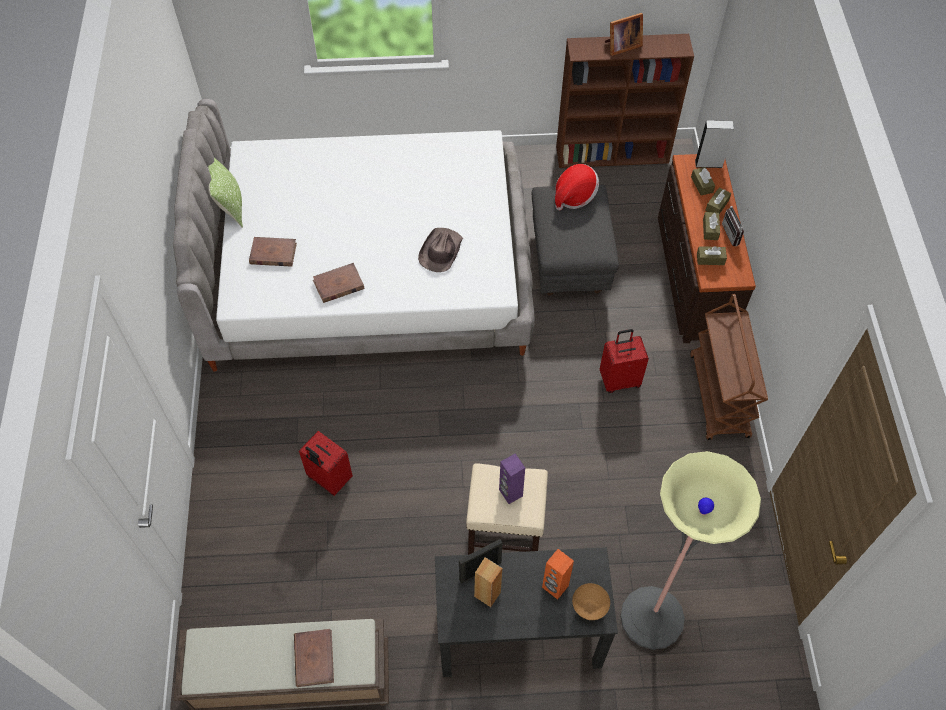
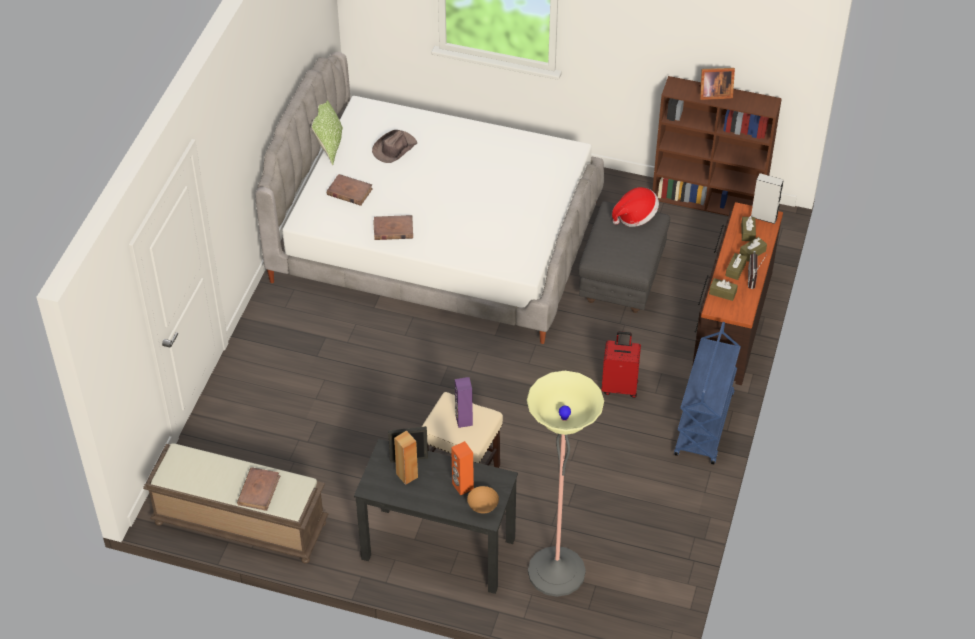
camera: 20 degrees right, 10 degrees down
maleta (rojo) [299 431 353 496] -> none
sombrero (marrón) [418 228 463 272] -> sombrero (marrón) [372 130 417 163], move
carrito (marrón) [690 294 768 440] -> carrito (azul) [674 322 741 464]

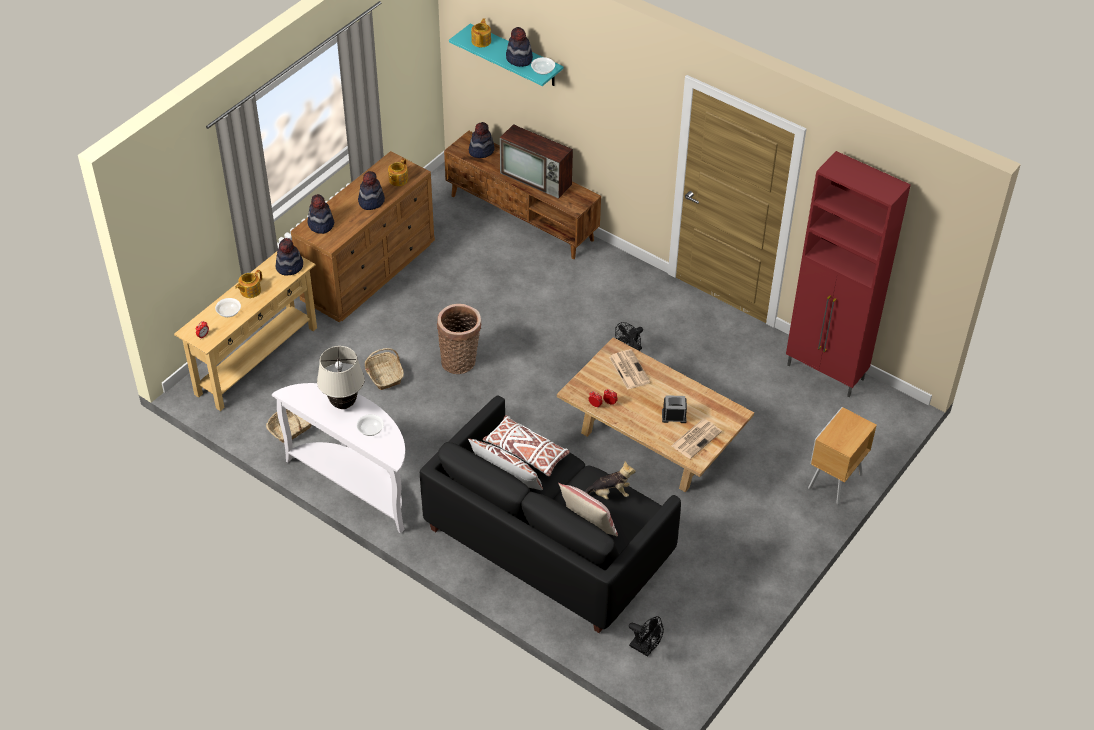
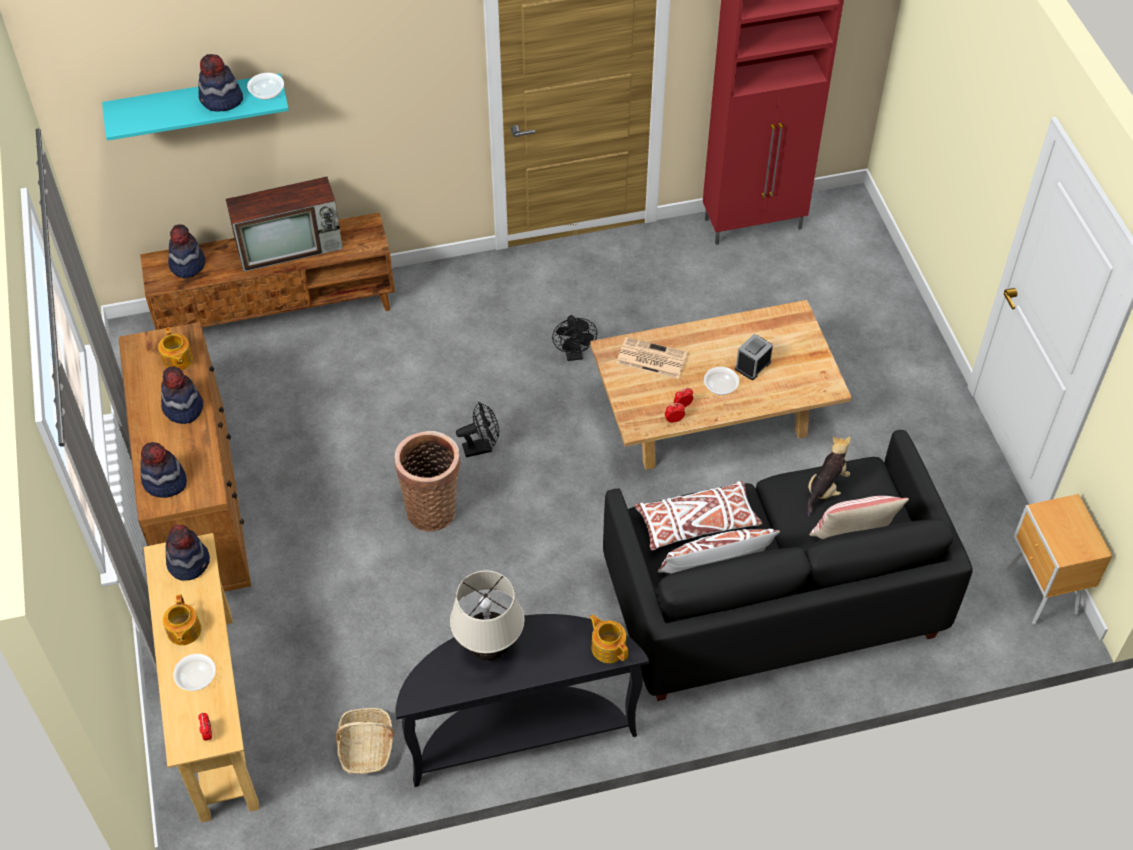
camera: 50 degrees left, 5 degrees up
mesa consola (blanco) [272 383 405 534] -> mesa consola (negro) [395 614 649 787]
cuenco [357 414 384 436] -> cuenco [704 367 739 395], move
cesta [365 348 404 390] -> none
tetera [471 18 491 47] -> tetera [590 615 628 663], move
ventilador (negro) [629 616 664 657] -> ventilador (negro) [456 402 499 457], move
periódico [671 419 722 459] -> none
mesita de noche (marrón) [808 407 877 505] -> mesita de noche (marrón) [1006 494 1112 624], move

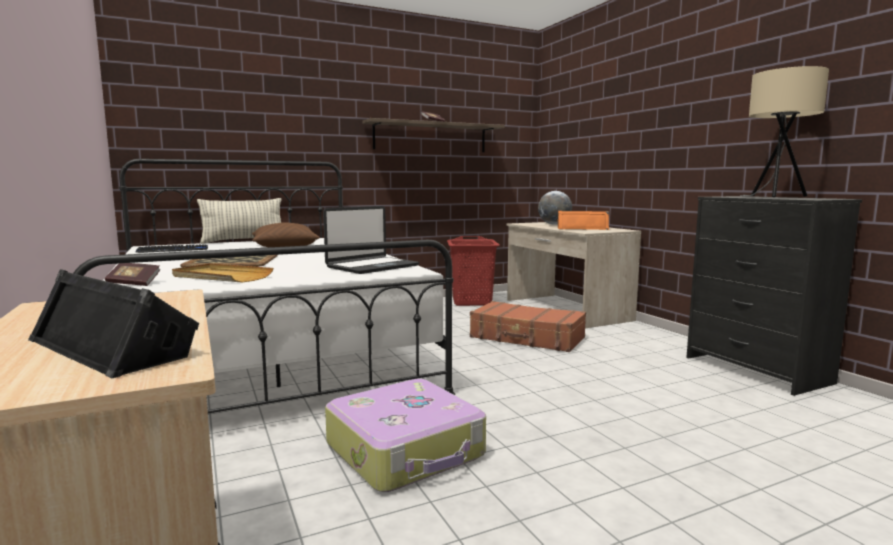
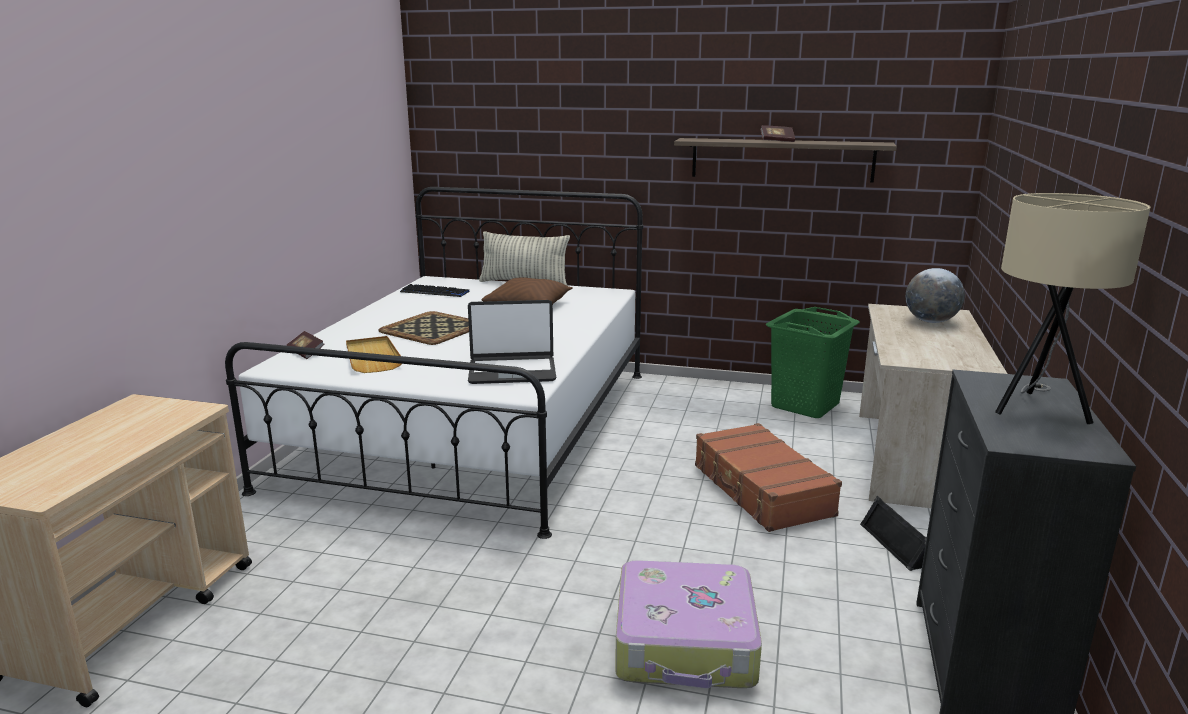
camera: 40 degrees right, 10 degrees up
altavoz (negro) [28 269 199 378] -> altavoz (negro) [860 496 927 571], move
maleta [325 379 486 492] -> maleta [615 560 762 688], move
cesto de la ropa (rojo) [447 236 500 306] -> cesto de la ropa (verde) [766 307 860 418]
altavoz (naranja) [558 211 609 230] -> none

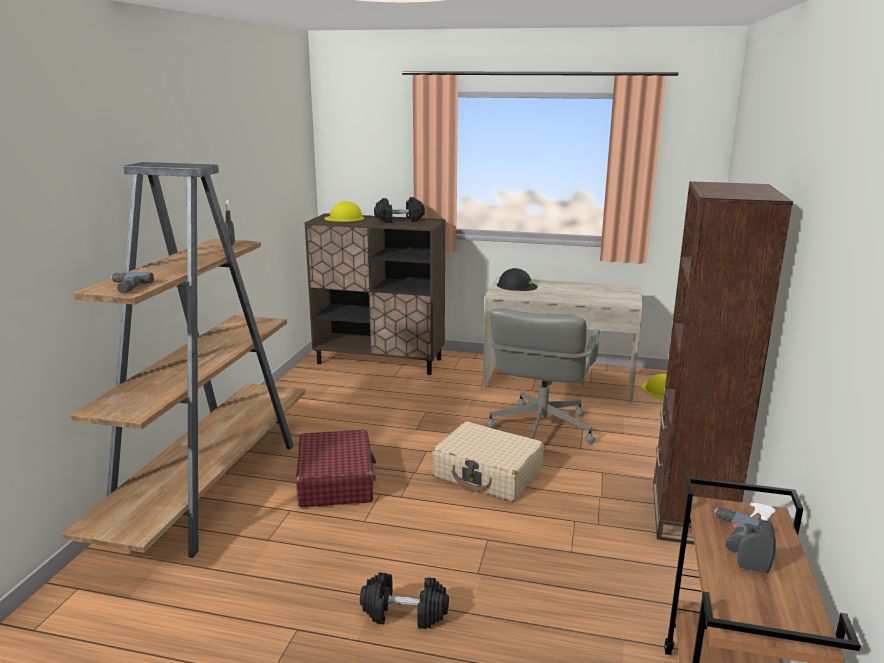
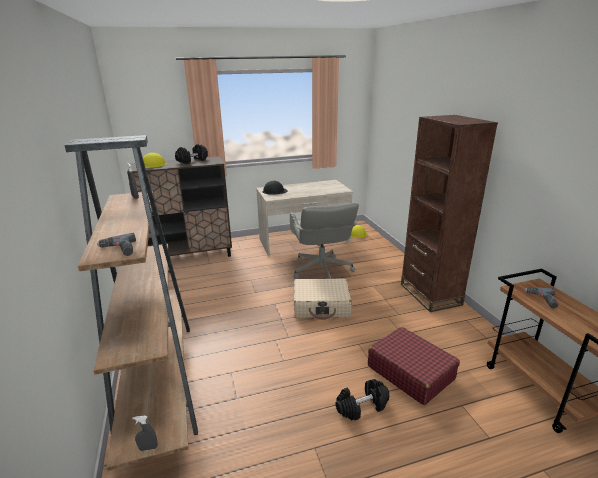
camera: 30 degrees left, 5 degrees up
maleta (rojo) [296 429 376 507] -> maleta (rojo) [368 327 460 405], move
pulverizador (gris) [737 503 776 573] -> pulverizador (gris) [132 416 157 451], move

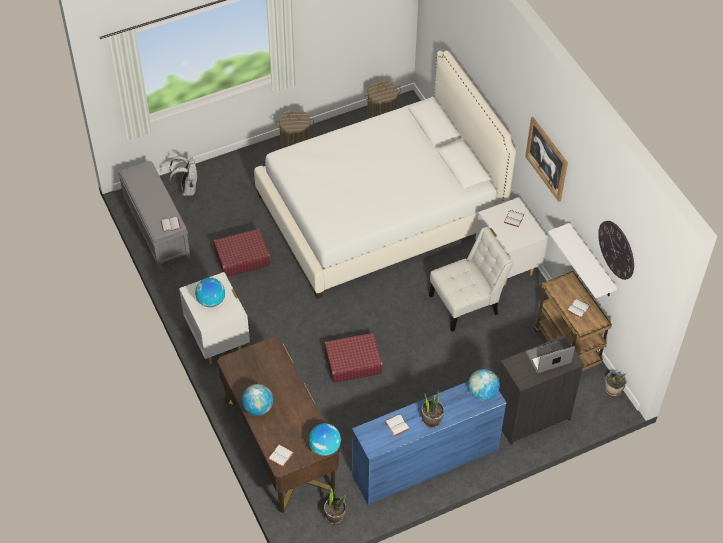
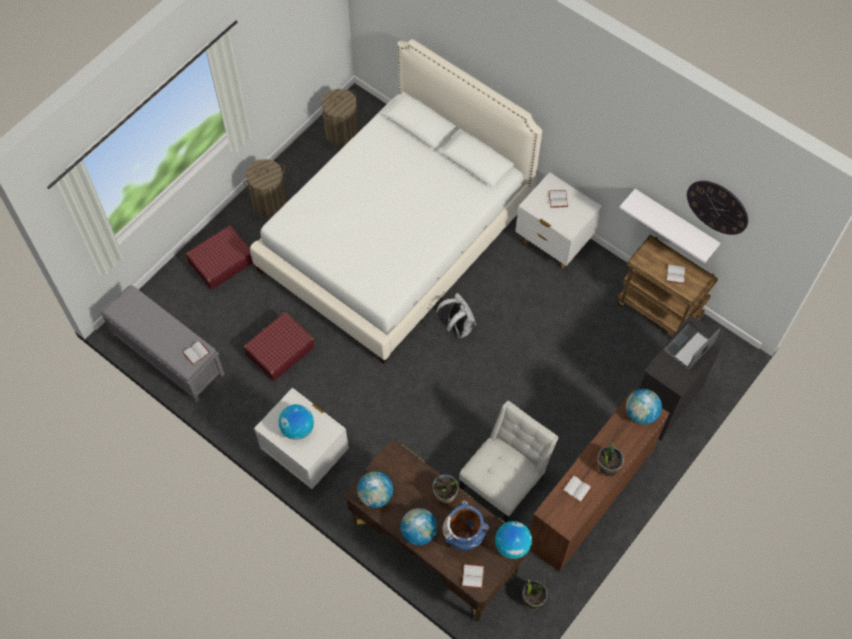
camera: 25 degrees left, 10 degrees up
mochila (blanco) [169 156 198 196] -> mochila (blanco) [435 293 476 338], move
maleta (rojo) [324 333 383 383] -> maleta (rojo) [186 225 253 290], move
cómoda (azul) [352 382 507 506] -> cómoda (marrón) [530 389 669 572]
silla (blanco) [429 227 513 332] -> silla (blanco) [459 401 559 522], move
cuadro [525 117 568 202] -> none
planta en maceta [605 371 627 396] -> planta en maceta [433 475 458 503], move
none -> globo terráqueo [357 471 393 508]
none -> florero (azul) [443 500 490 551]

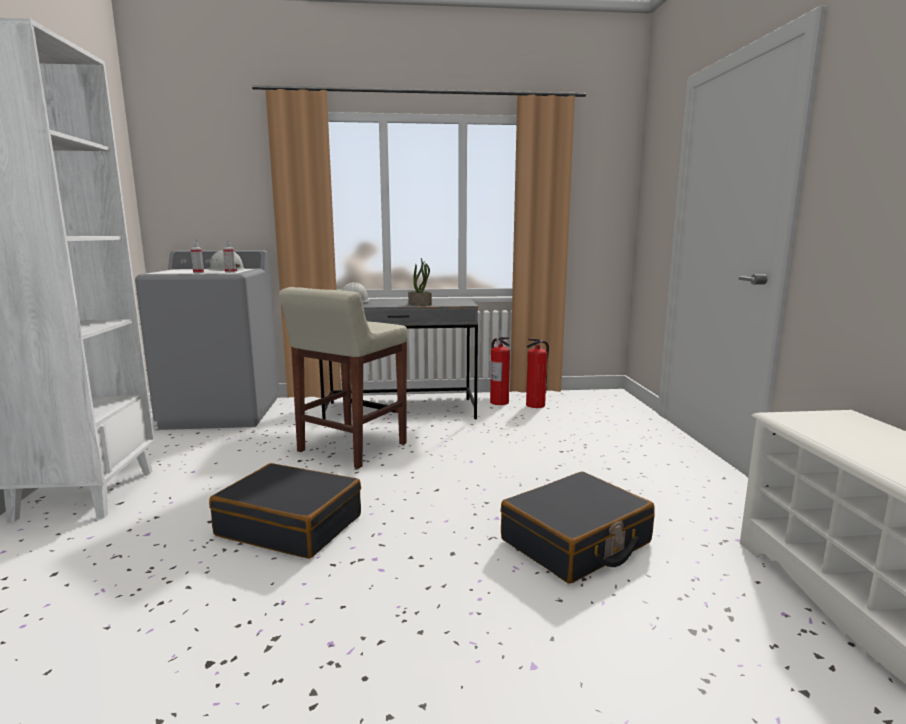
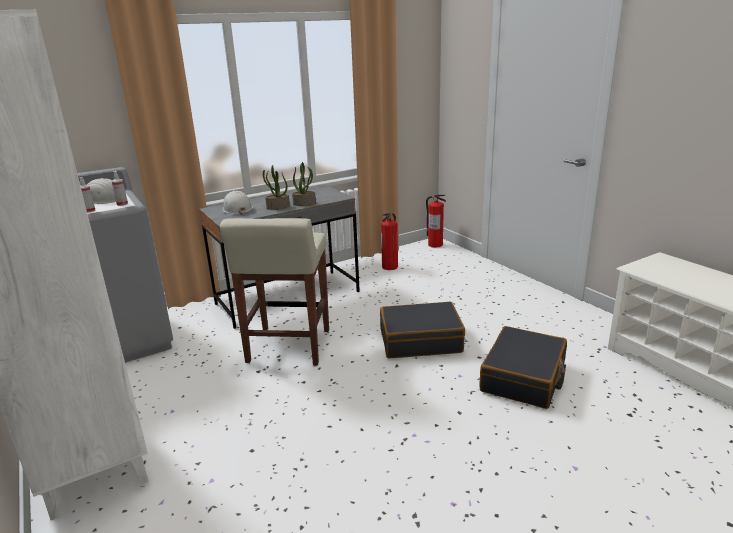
camera: 25 degrees left, 10 degrees up
maleta (negro) [209 463 361 559] -> maleta (negro) [380 302 465 358], move
extintor [490 337 510 405] -> extintor [426 195 446 248], move
none -> planta en maceta [263 165 290 210]

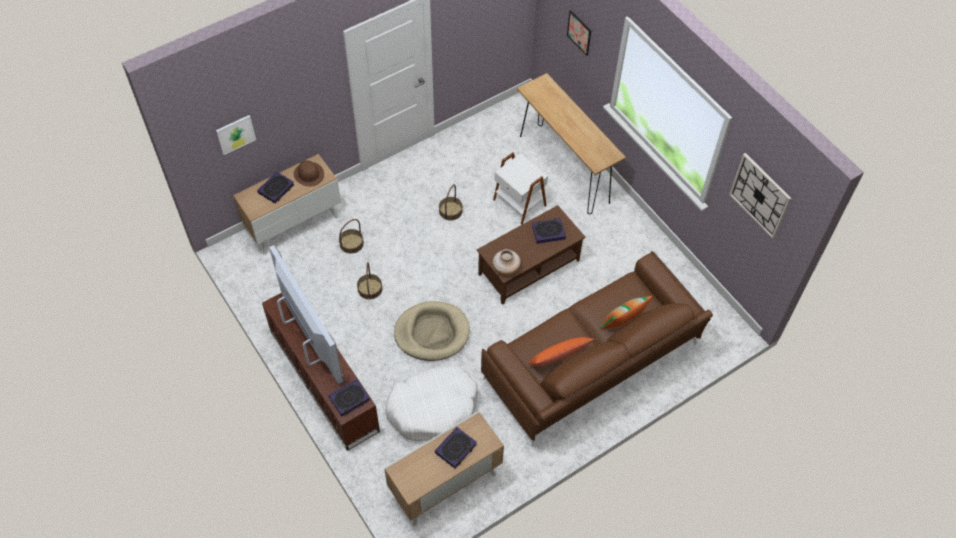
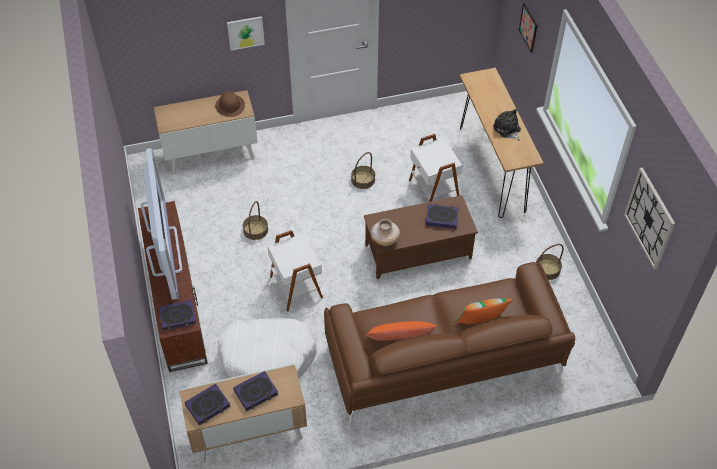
camera: 20 degrees right, 5 degrees down
cuadro [216 115 256 155] -> cuadro [227 16 265 50], move
libro [257 171 294 204] -> libro [184 384 231 426], move
cesta [339 219 364 254] -> cesta [536 244 564 280], move
cama para perro (beis) [394 301 470 361] -> mesa auxiliar (blanco) [268 230 323 311]
none -> peluche [493 109 521 141]

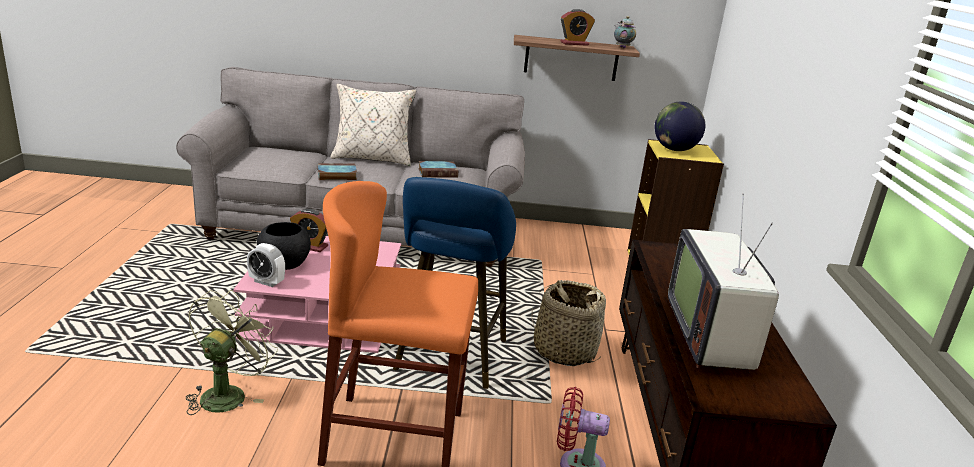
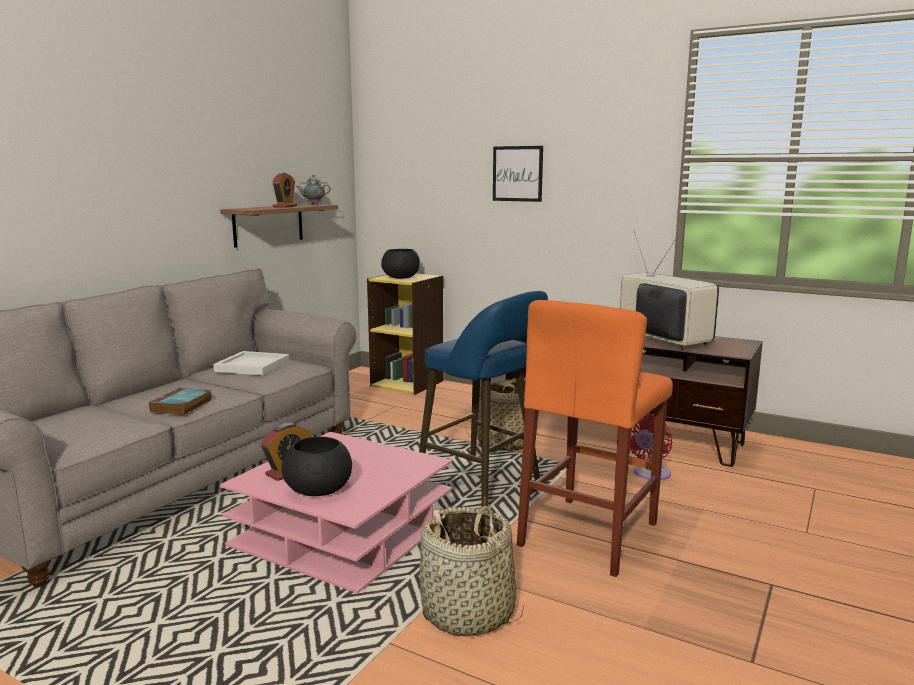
camera: 60 degrees left, 10 degrees down
ventilador (verde) [186 290 278 415] -> cesta [420 506 524 636]
despertador [247 243 285 287] -> none
cojín (beis) [331 84 416 166] -> none
libro [418 161 458 178] -> bandeja (blanco) [213 351 290 376]
globo terráqueo [655 101 705 151] -> cuenco (negro) [381 249 420 279]
televisor [668 194 779 373] -> televisor [620 231 719 350], 150 degrees counterclockwise
none -> cuadro [493 146 543 202]

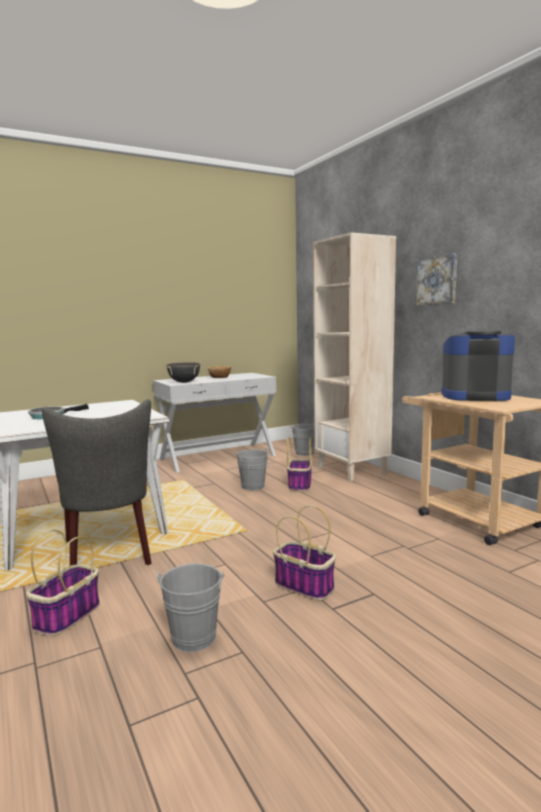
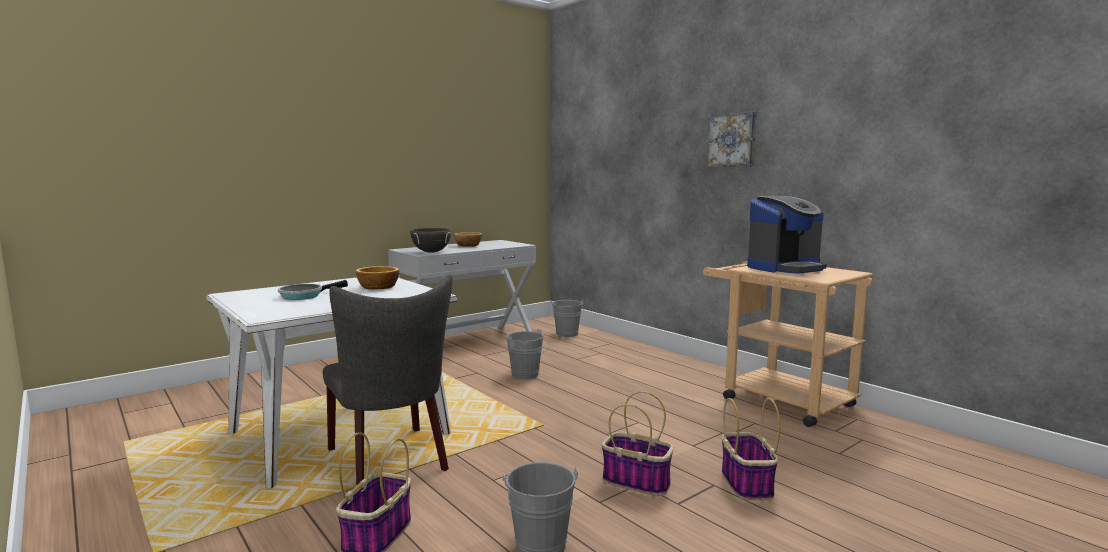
camera: 10 degrees left, 0 degrees up
cesta [287 437 312 491] -> cesta [722 398 780 500], move
estantería (beis) [313 232 396 481] -> none
cafetera [442 331 515 401] -> cafetera [747 196 827 274], 150 degrees clockwise
none -> cuenco [356 266 399 289]

